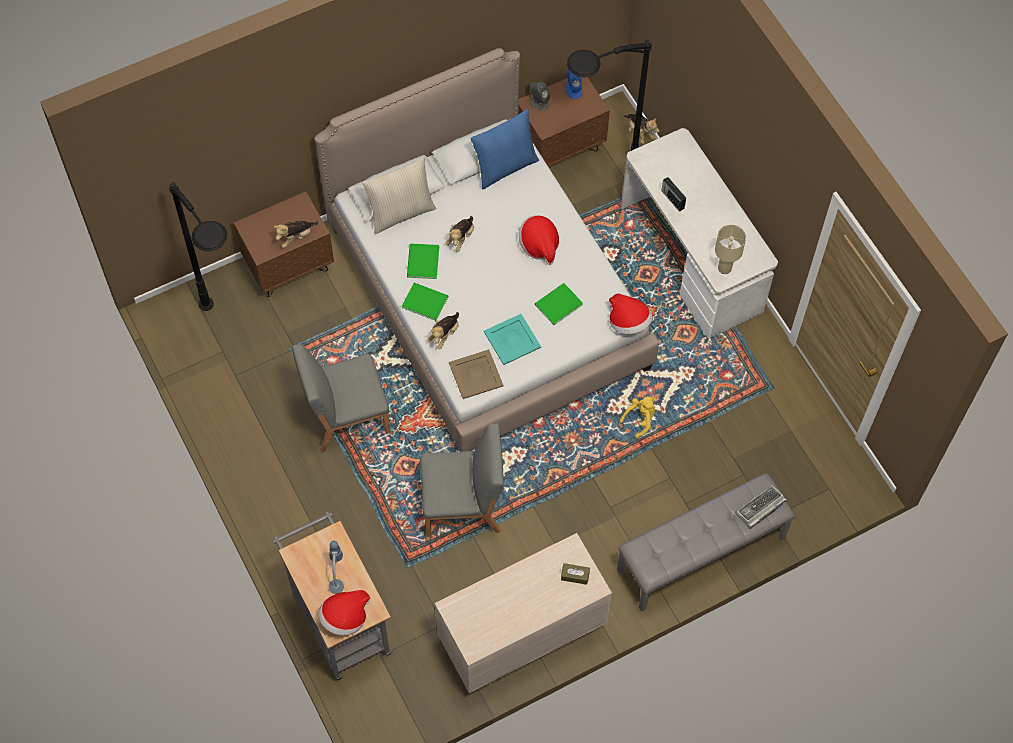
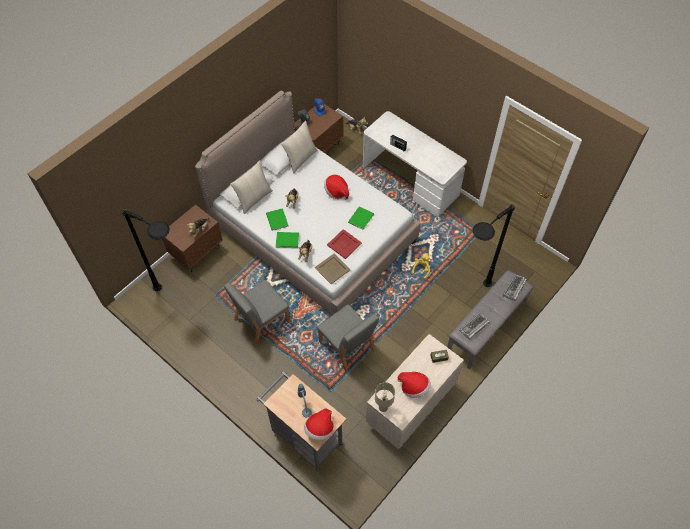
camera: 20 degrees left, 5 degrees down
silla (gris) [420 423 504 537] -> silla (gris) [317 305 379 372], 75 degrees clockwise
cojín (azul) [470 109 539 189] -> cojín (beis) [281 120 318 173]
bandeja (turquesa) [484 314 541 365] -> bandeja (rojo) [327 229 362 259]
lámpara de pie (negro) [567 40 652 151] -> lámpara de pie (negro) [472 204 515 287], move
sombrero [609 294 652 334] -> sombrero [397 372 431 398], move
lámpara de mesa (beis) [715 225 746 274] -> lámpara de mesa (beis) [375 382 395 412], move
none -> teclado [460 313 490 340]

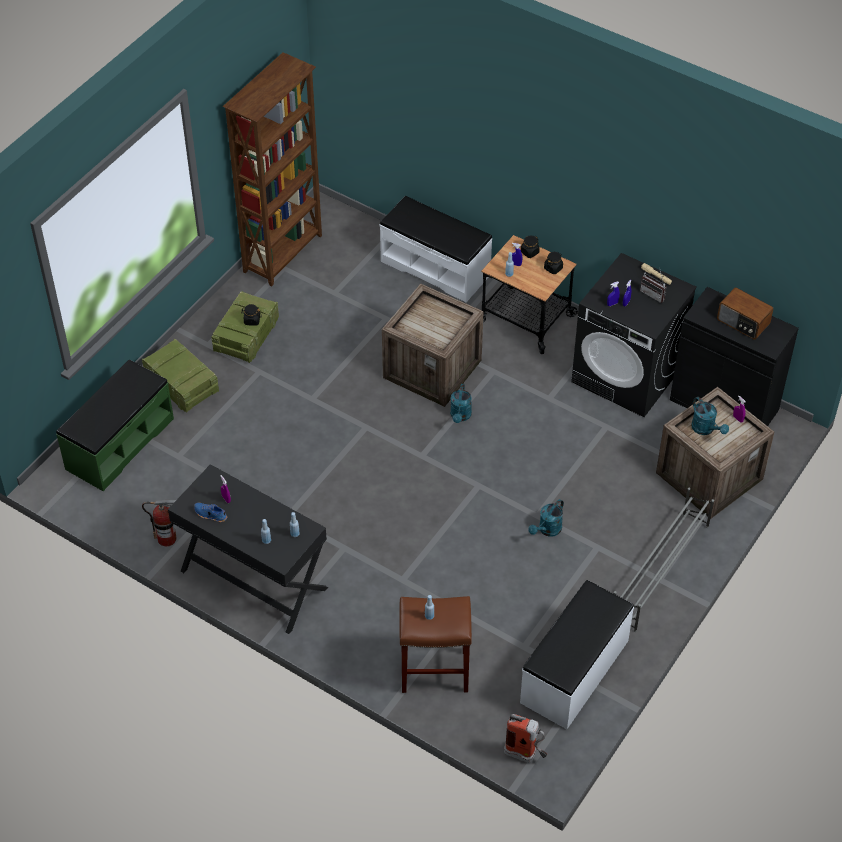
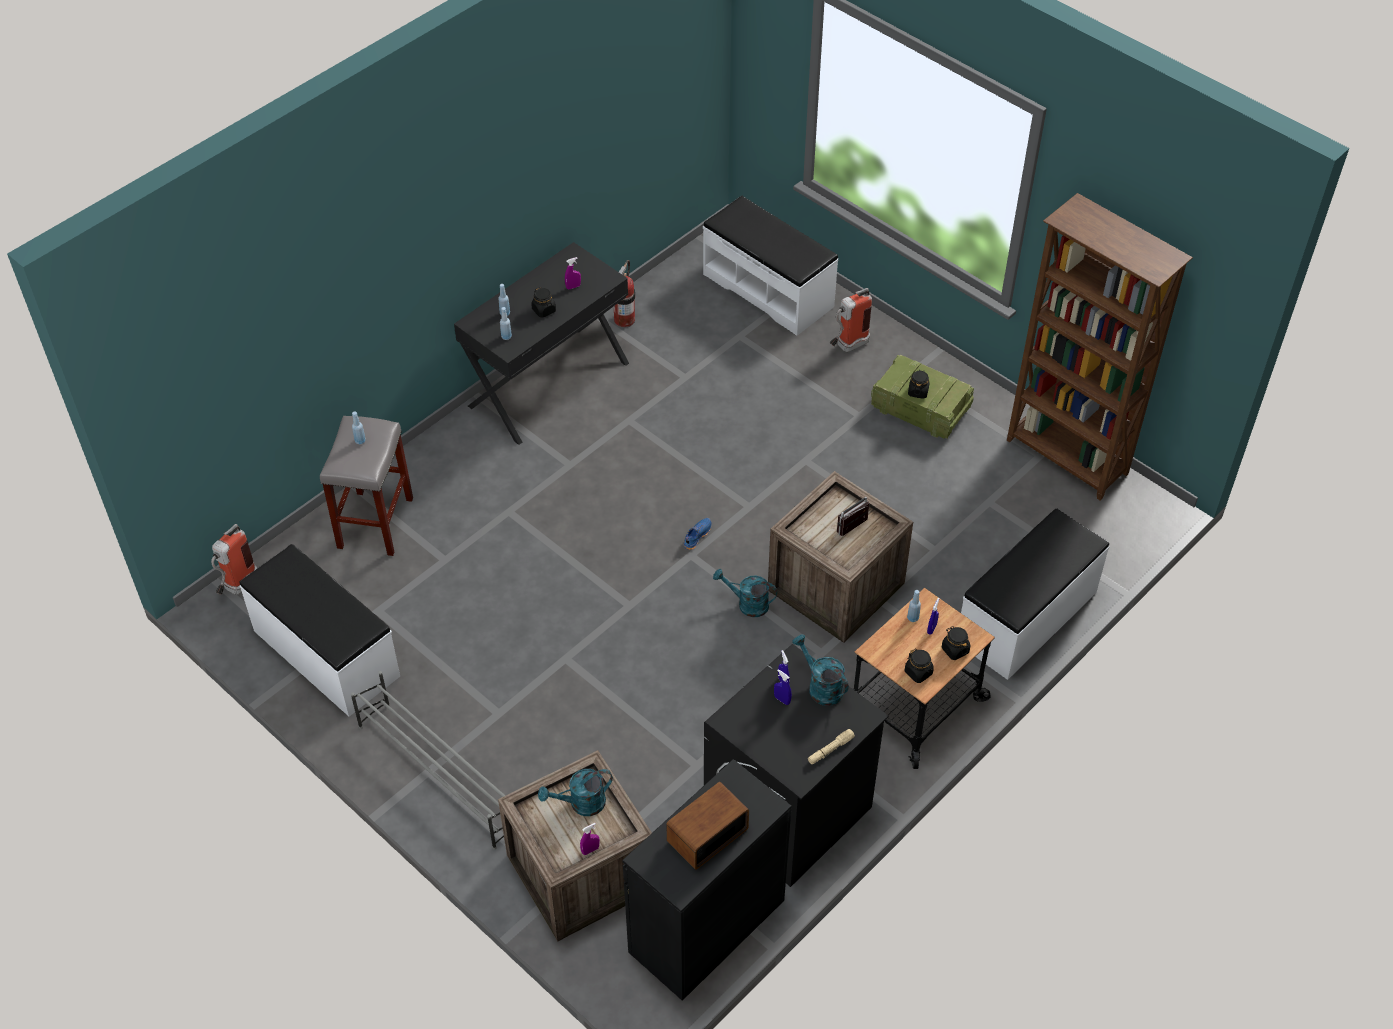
camera: 100 degrees right, 0 degrees up
banco (verde) [56 360 174 491] -> banco (blanco) [703 196 838 336]
caja de embalaje [142 339 219 413] -> extintor [830 288 872 352]
zapato (azul) [194 503 227 522] -> zapato (azul) [684 518 712 550], move
taburete (marrón) [399 596 472 693] -> taburete (gris) [320 416 413 556]
regadera (turquesa) [528 499 564 537] -> regadera (turquesa) [792 634 849 706], move
radio [640 267 667 303] -> radio [837 496 869 536], move
none -> tarro (negro) [531 287 556 318]

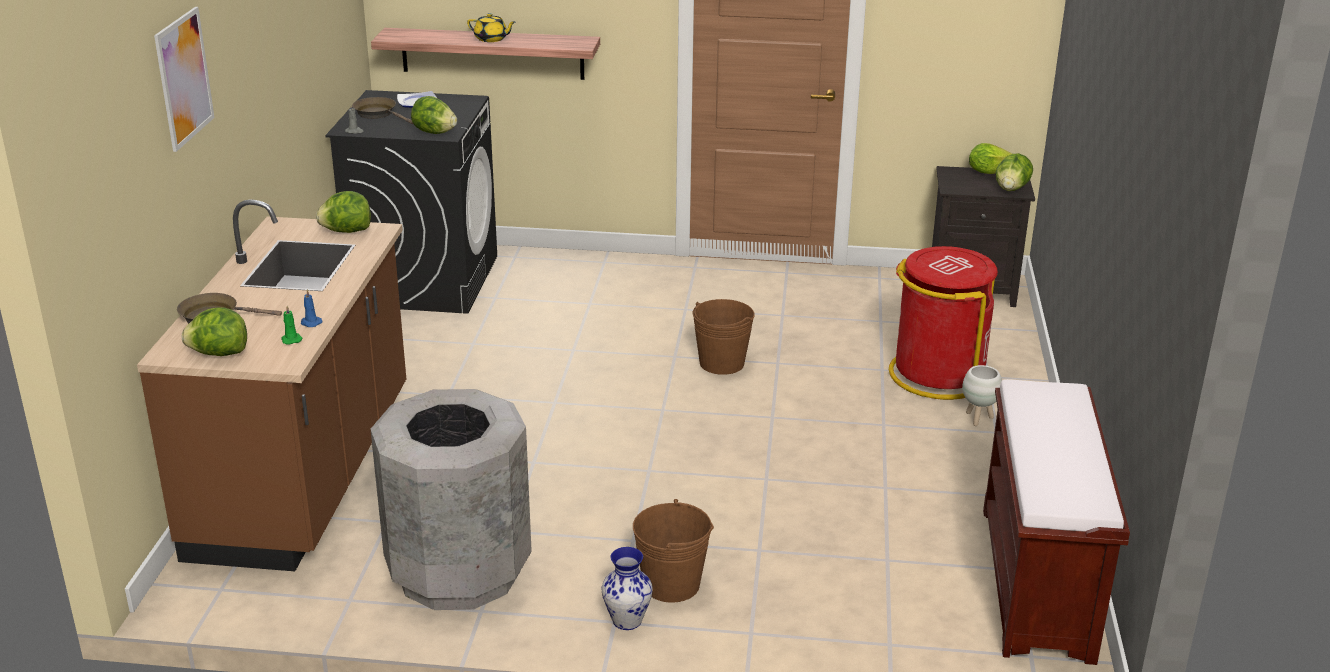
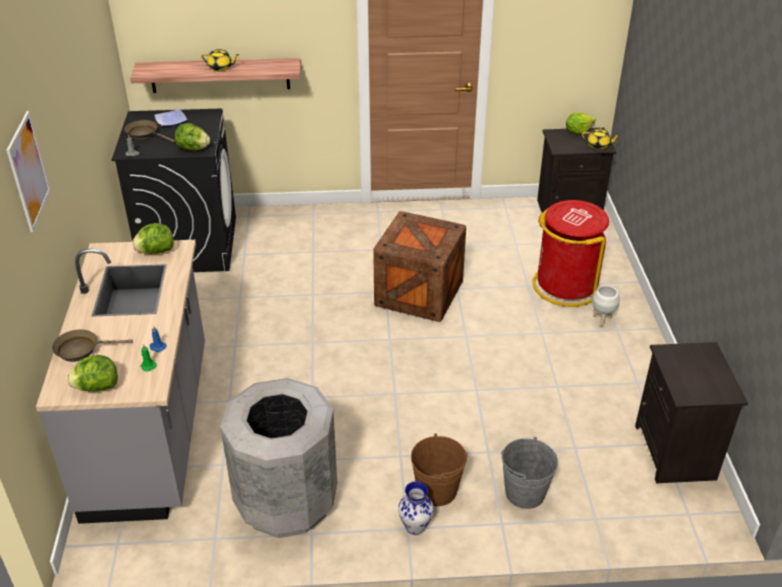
camera: 10 degrees left, 10 degrees up
mueble bajo de cocina (marrón) [137 199 406 571] -> mueble bajo de cocina (gris) [36 240 205 524]
cubo (marrón) [692 299 755 375] -> caja de embalaje [373 211 466 322]
banco (marrón) [983 379 1130 665] -> mesita de noche (negro) [635 342 748 484]
lechuga [995 153 1033 191] -> tetera (amarillo) [582 129 621 149]
none -> cubo (gris) [501 437 558 509]

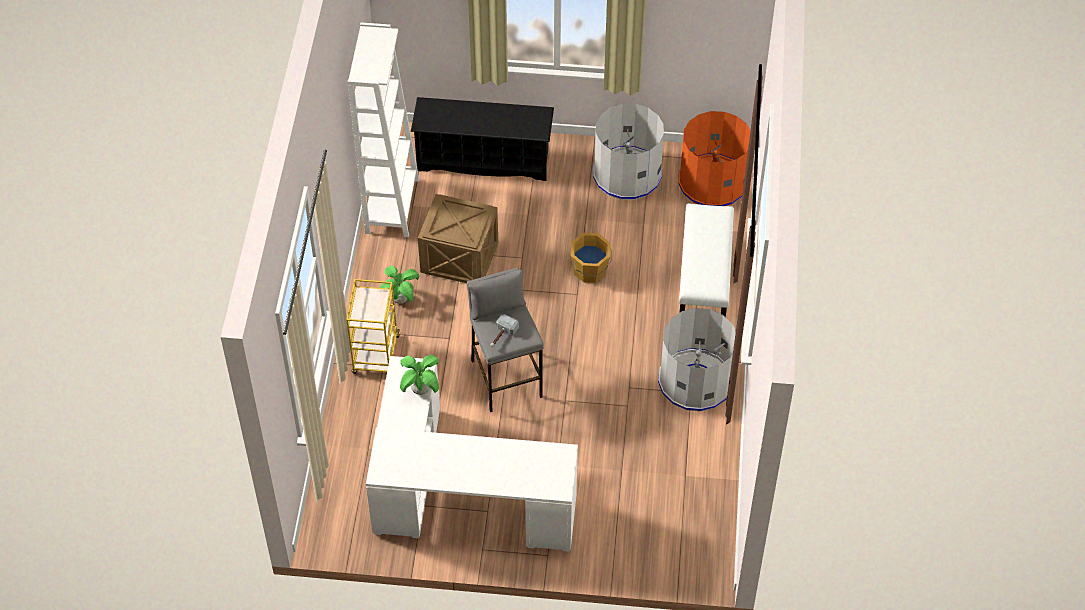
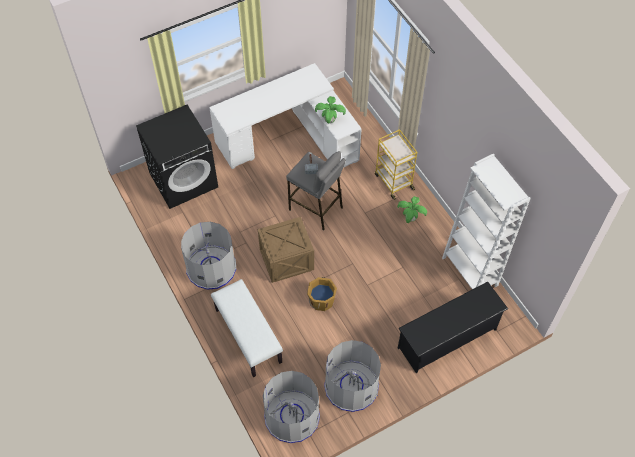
camera: 145 degrees right, 5 degrees up
caja de embalaje [418 194 498 283] -> caja de embalaje [258 217 314 283], move
papelera (naranja) [678 111 750 206] -> papelera (gris) [263 371 320 443]
none -> lavadora (negro) [136 105 218 209]

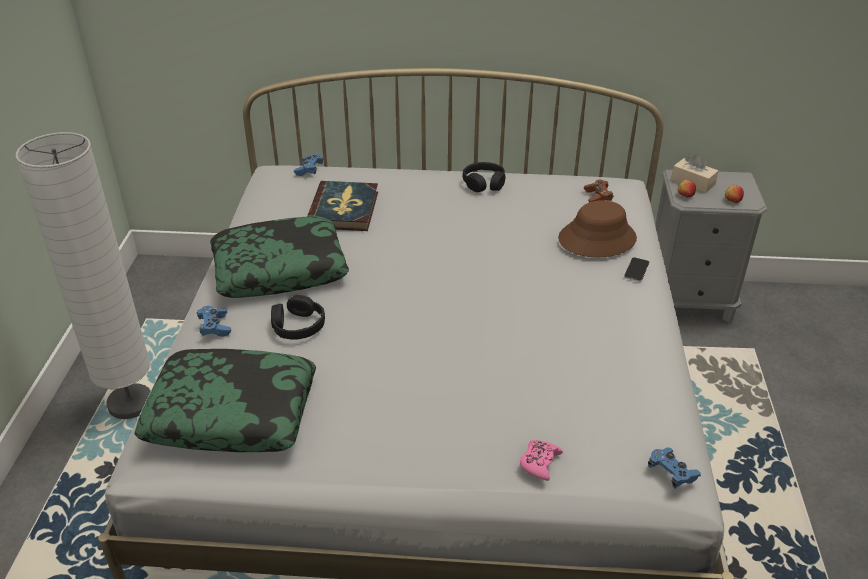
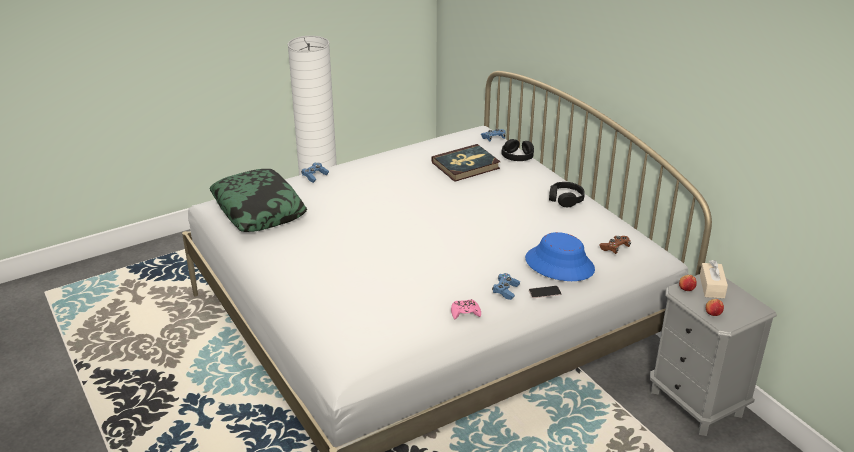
camera: 55 degrees right, 5 degrees down
cojín [210 216 349 298] -> none
auriculares (negro) [271 295 325 340] -> auriculares (negro) [501 139 534 161], move
mando de consola (rosa) [520 440 563 481] -> mando de consola (rosa) [451 299 481 319], move
sombrero (marrón) [558 200 637 257] -> sombrero (azul) [525 232 595 281]
mando de consola (azul) [648 447 701 489] -> mando de consola (azul) [492 273 520 300], move

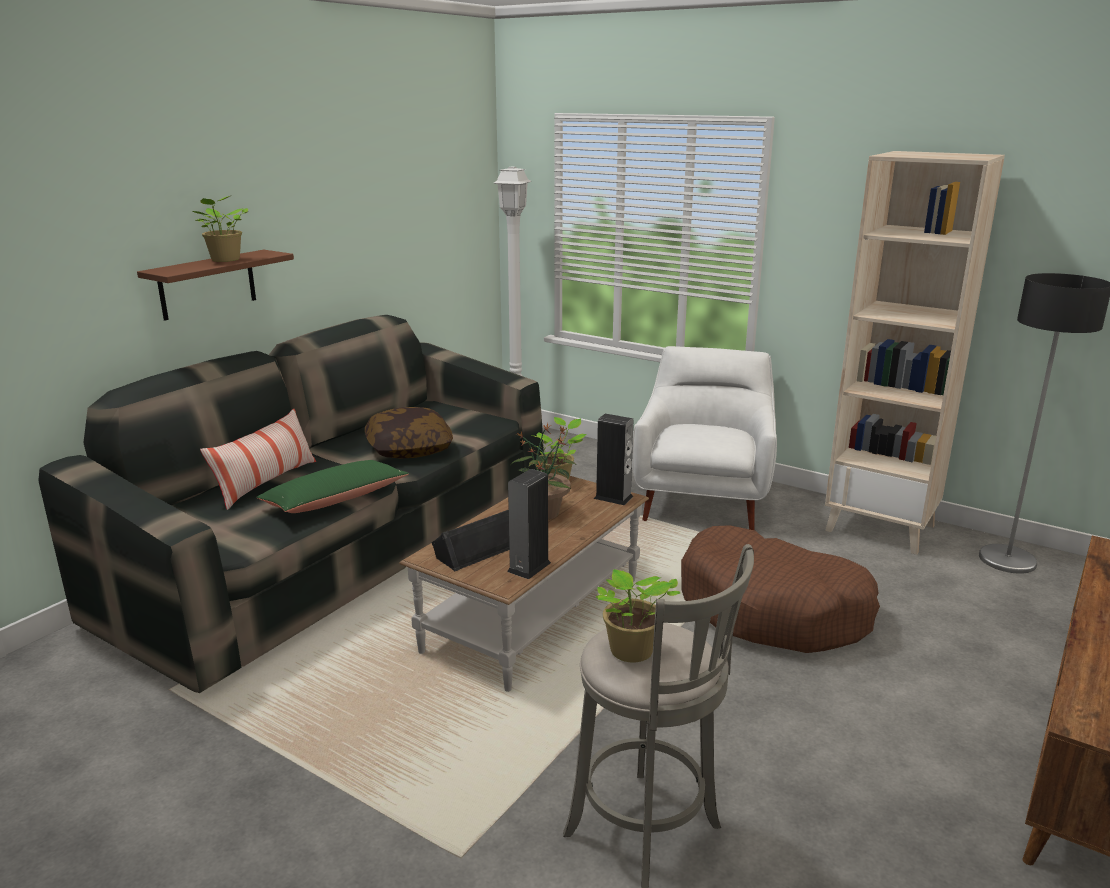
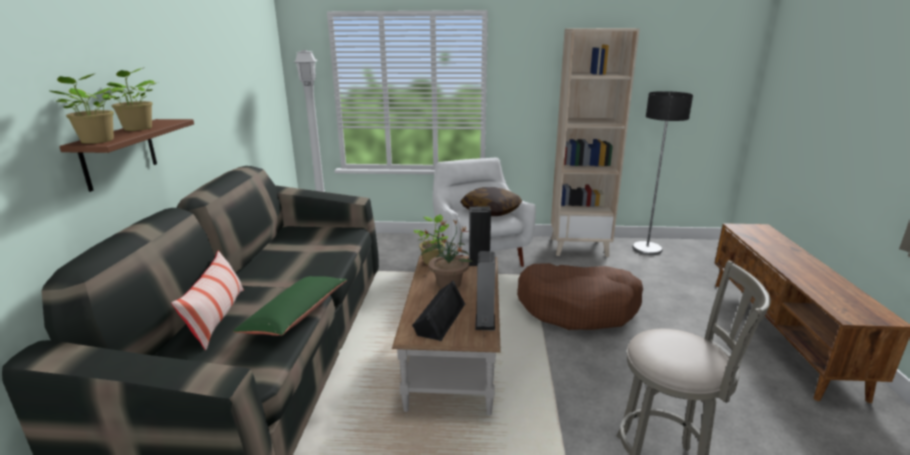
camera: 30 degrees left, 0 degrees up
cojín [365 407 453 459] -> cojín [460 187 522 216], move
planta en maceta [596 569 680 662] -> planta en maceta [50 73 118 144], move

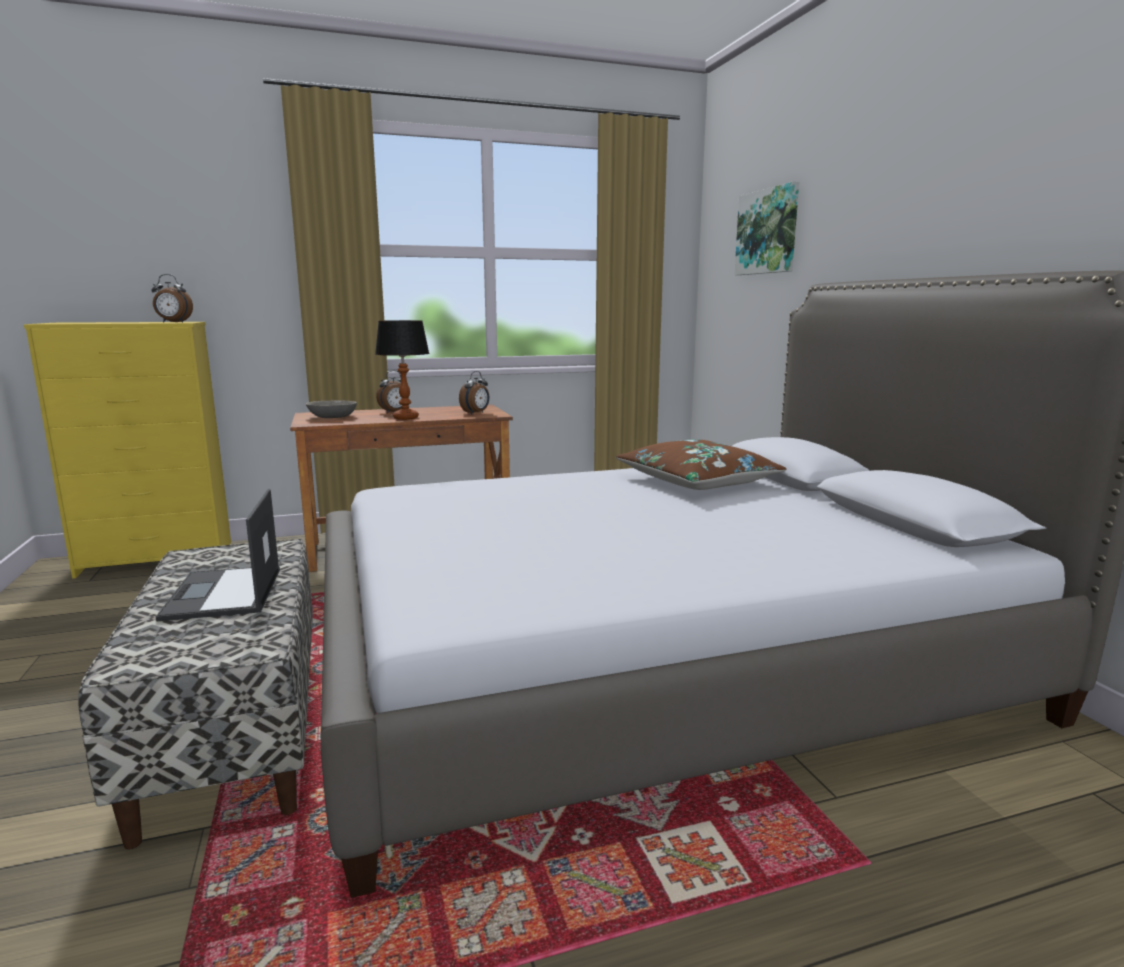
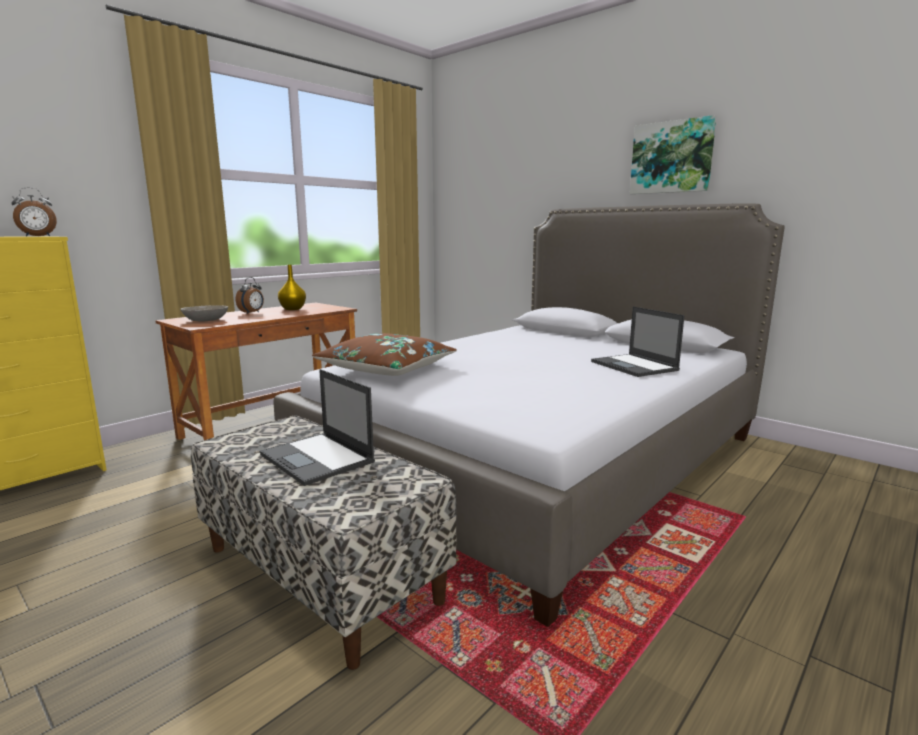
camera: 30 degrees left, 0 degrees up
lámpara de mesa [375 320 429 420] -> none
despertador [459 371 489 414] -> none
cojín (marrón) [616 439 786 490] -> cojín (marrón) [312 333 457 376], move
cuadro [734 181 799 275] -> cuadro [630 115 717 194], move
none -> florero (amarillo) [278 265 306 310]
none -> portátil [591 306 685 377]

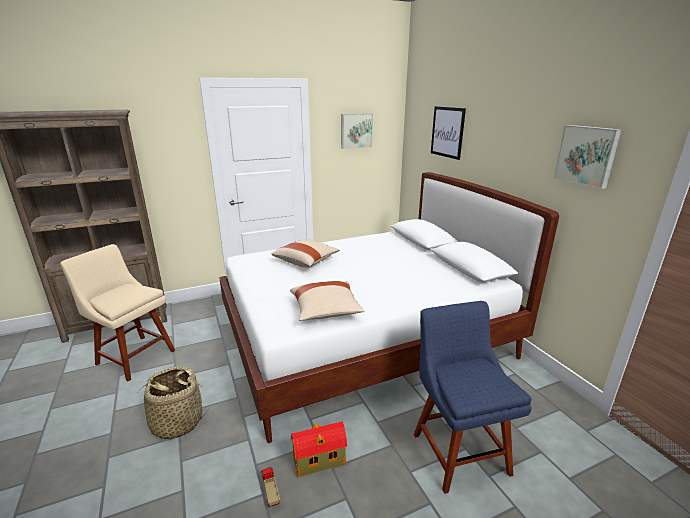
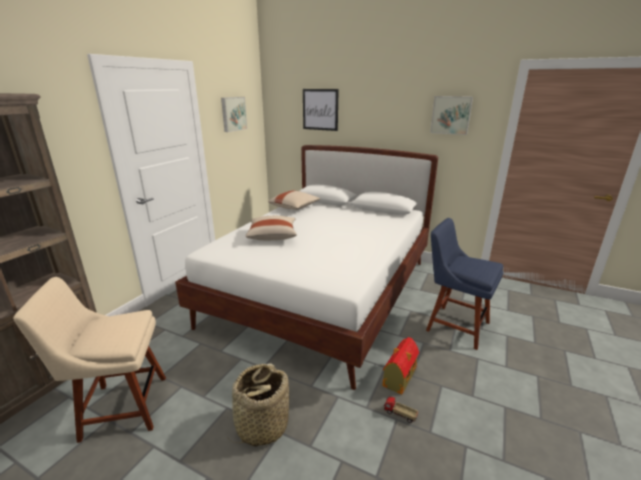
camera: 40 degrees left, 0 degrees up
cojín (beis) [290 281 365 321] -> cojín (beis) [268 191 320 210], move

